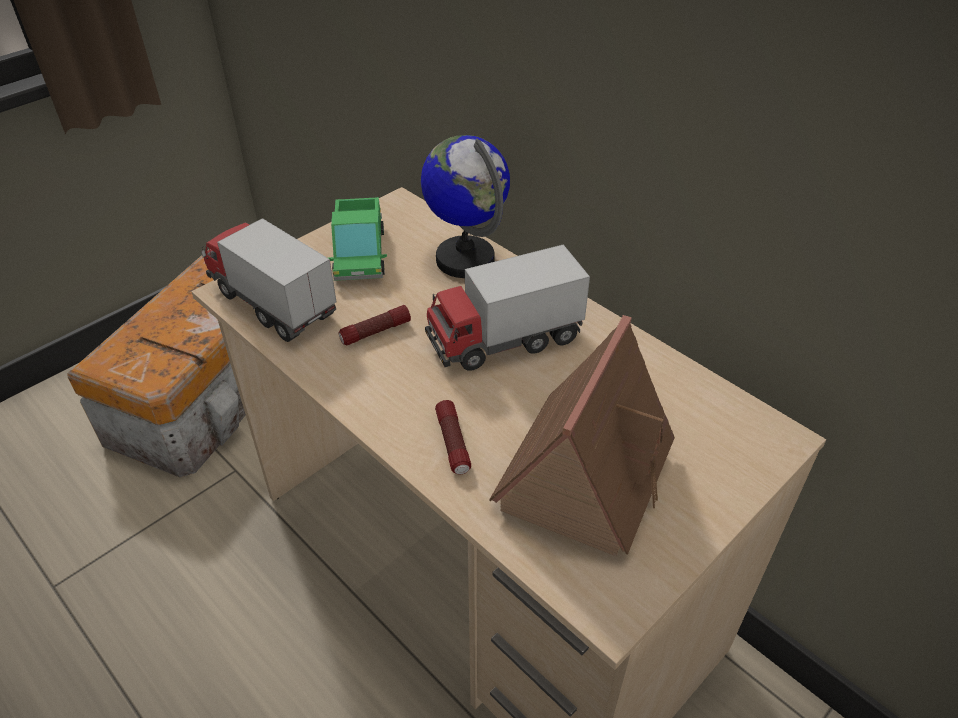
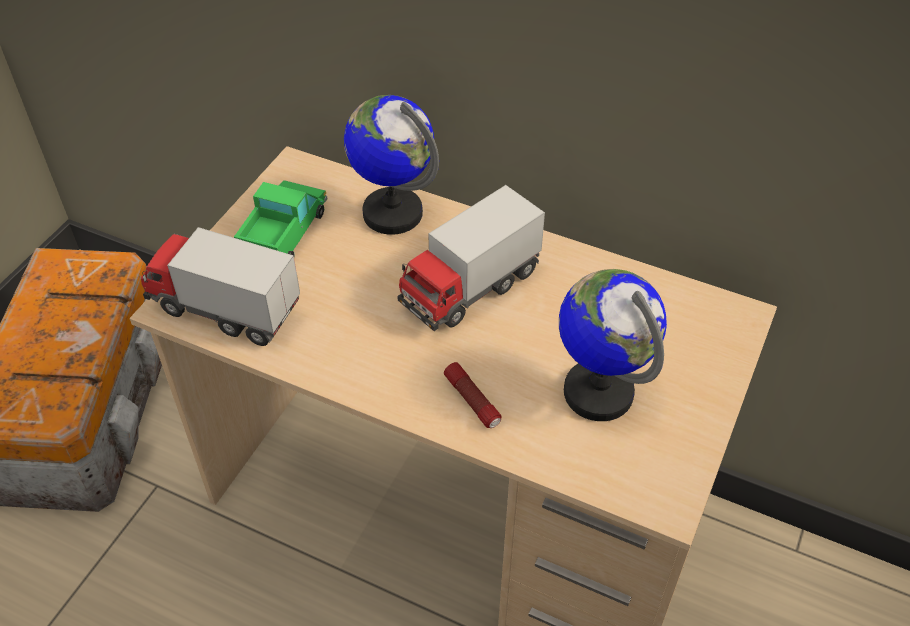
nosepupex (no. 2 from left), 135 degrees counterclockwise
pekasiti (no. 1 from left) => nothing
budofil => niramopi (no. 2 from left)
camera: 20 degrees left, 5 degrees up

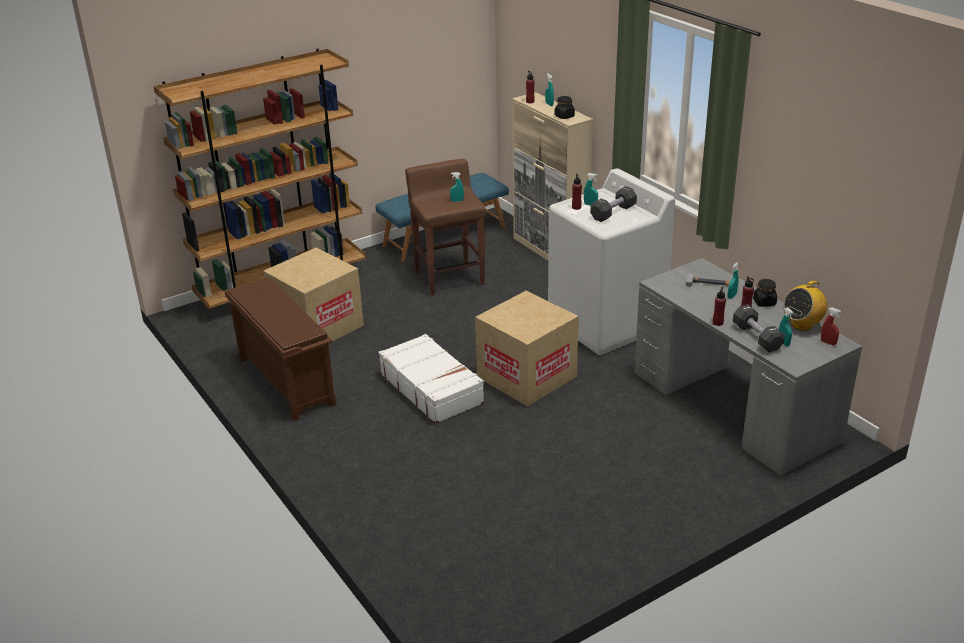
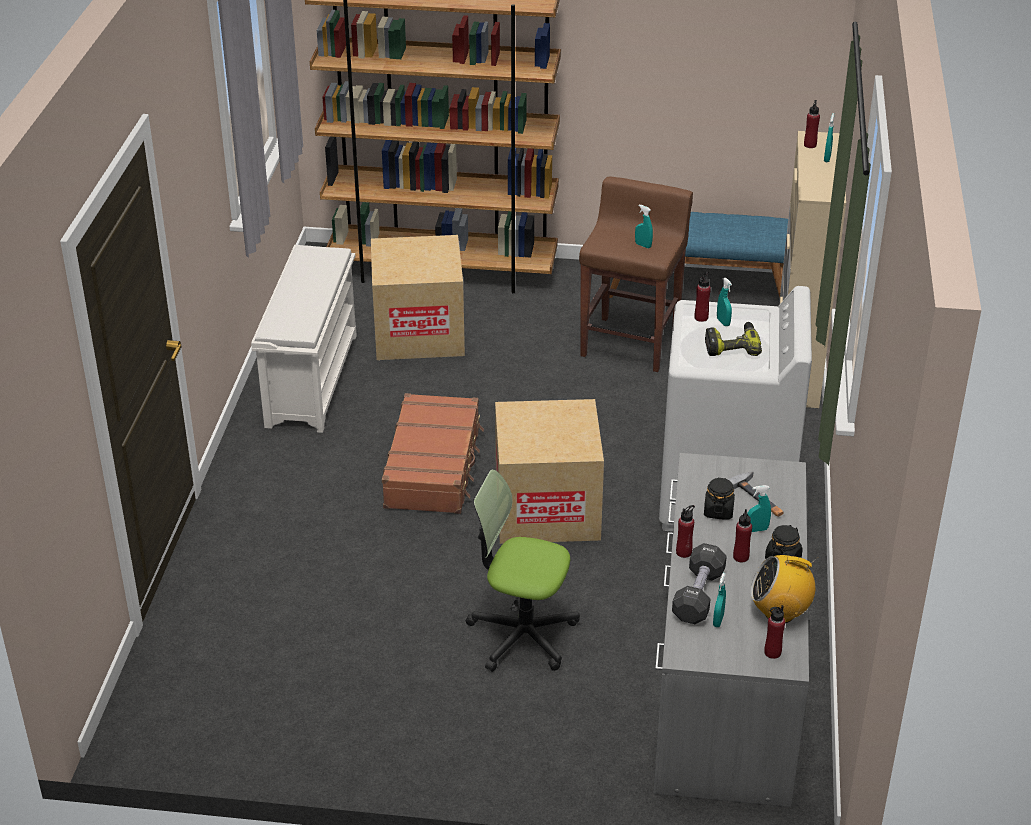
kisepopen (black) (no. 1 from left), relocated
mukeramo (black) (no. 1 from left) => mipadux
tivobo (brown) => tivobo (white)
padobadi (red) => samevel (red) (no. 4 from left)
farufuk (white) => farufuk (brown)
nothing => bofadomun
camera: 40 degrees right, 5 degrees up

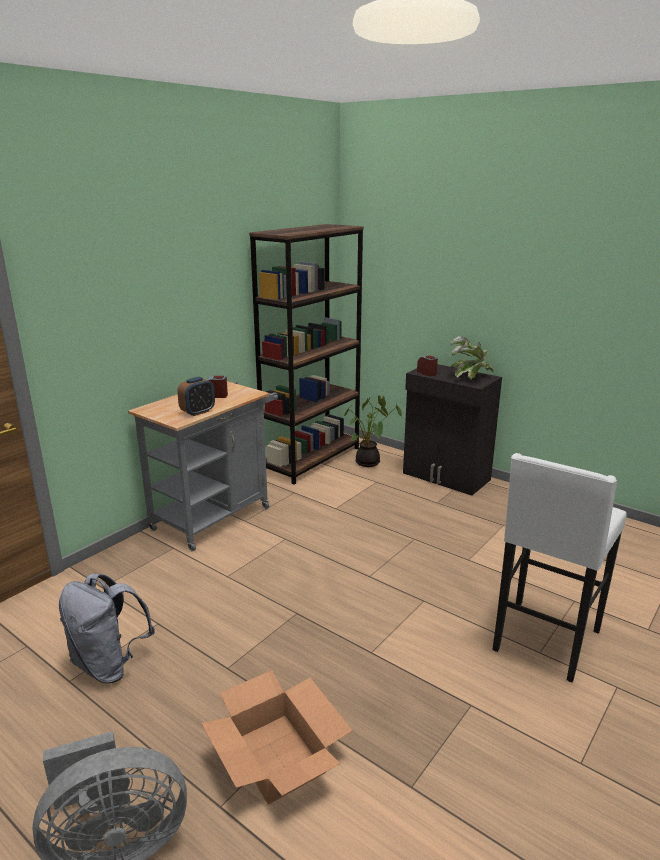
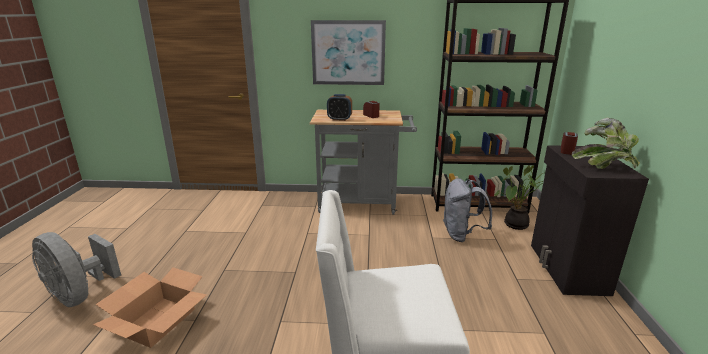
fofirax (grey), relocated
nothing => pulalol
camera: 55 degrees right, 0 degrees up

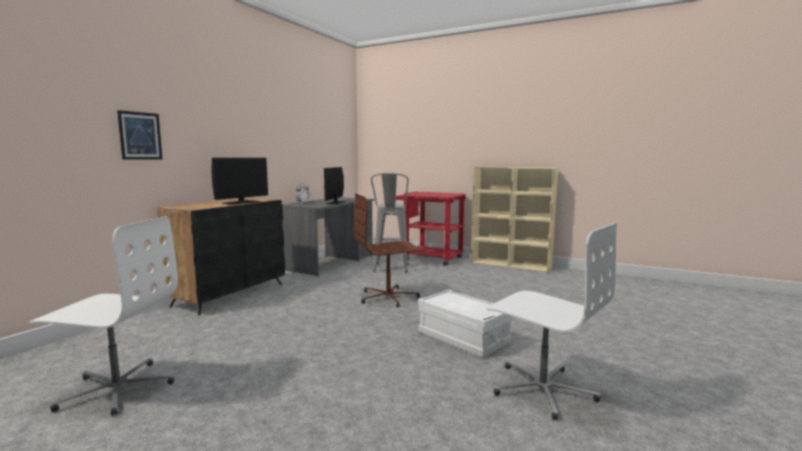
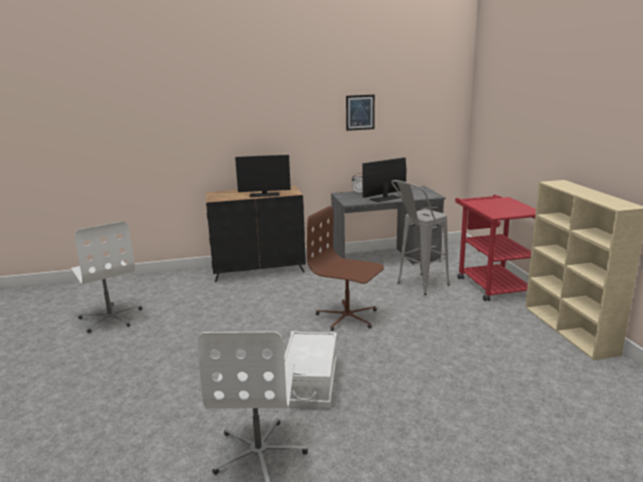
pulalol, relocated
camera: 50 degrees right, 10 degrees up

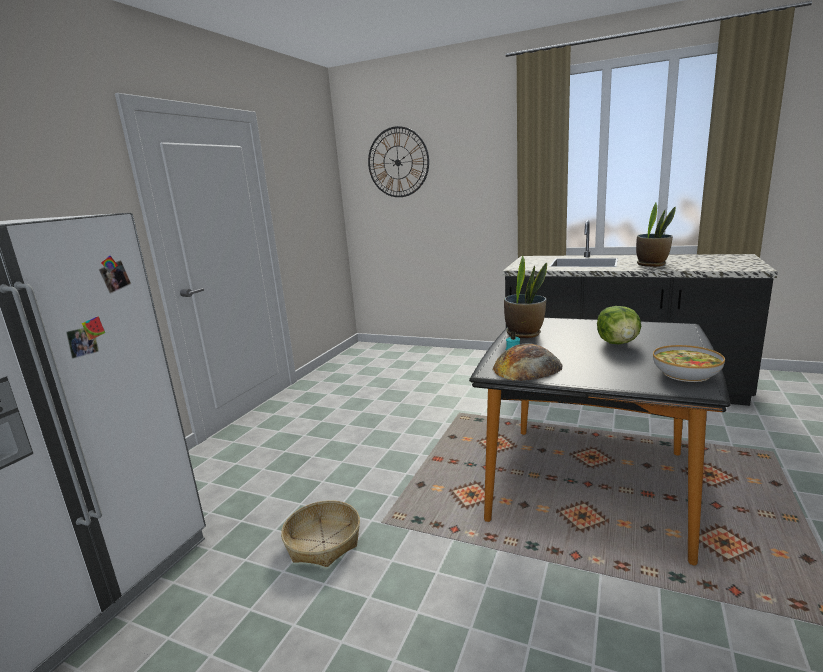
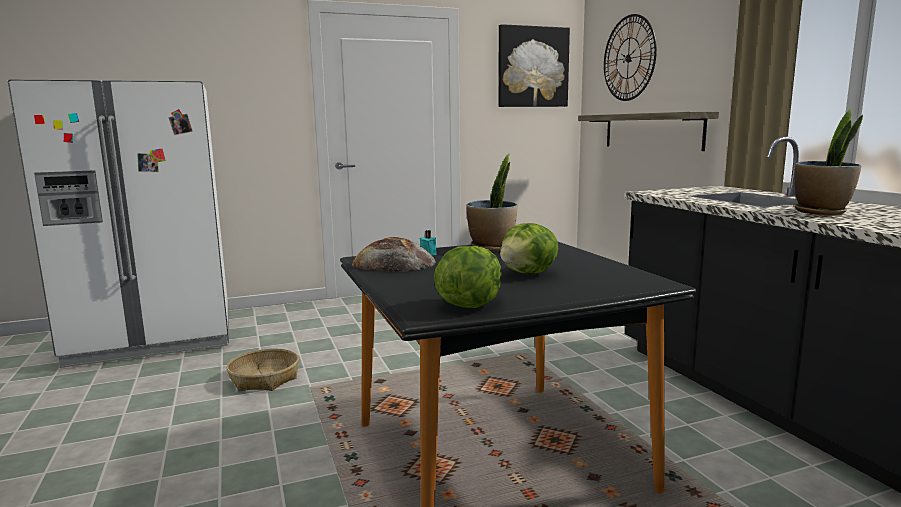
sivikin => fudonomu (no. 1 from left)
nothing => pulalol
nothing => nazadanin
camera: 45 degrees right, 5 degrees down

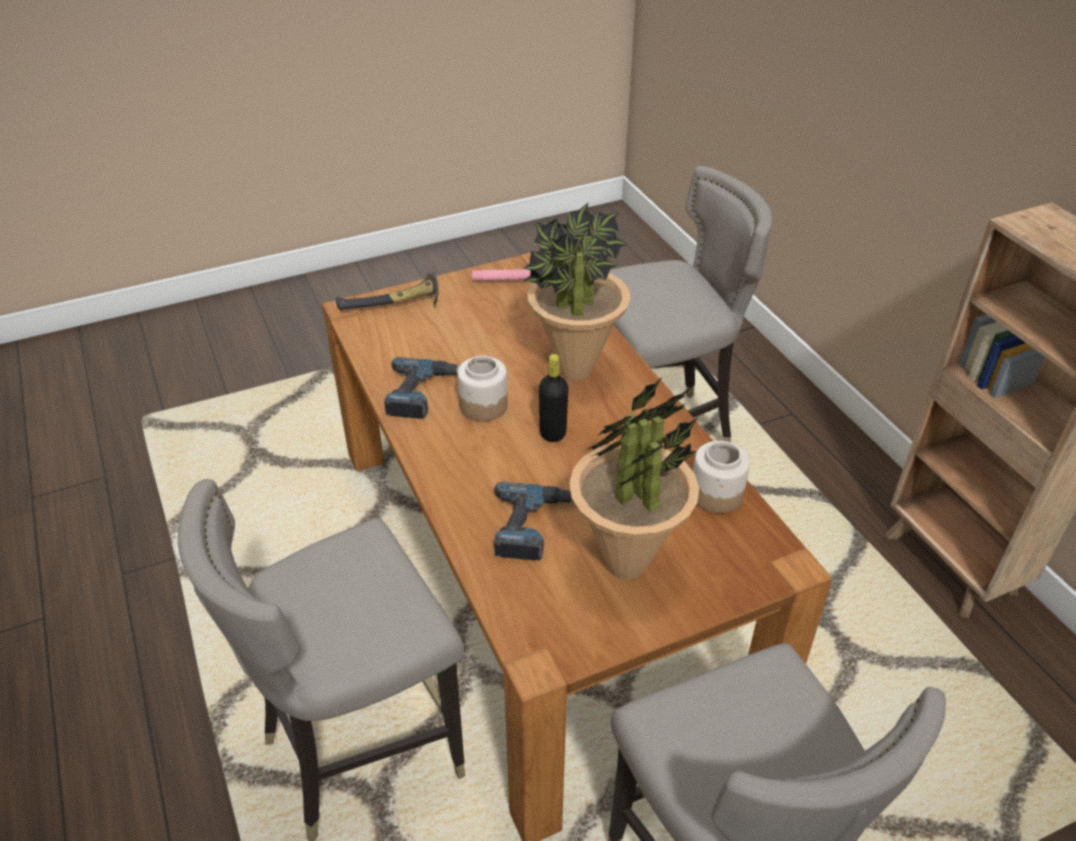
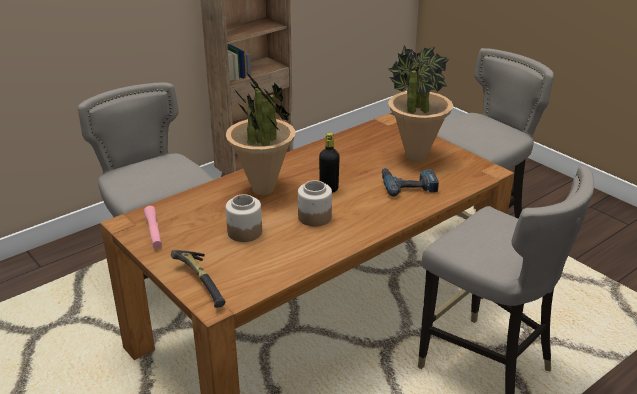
mipadux (no. 1 from left) => nothing
kisepopen (no. 2 from left in the first image) => kisepopen (no. 1 from left), relocated
camera: 105 degrees left, 10 degrees down

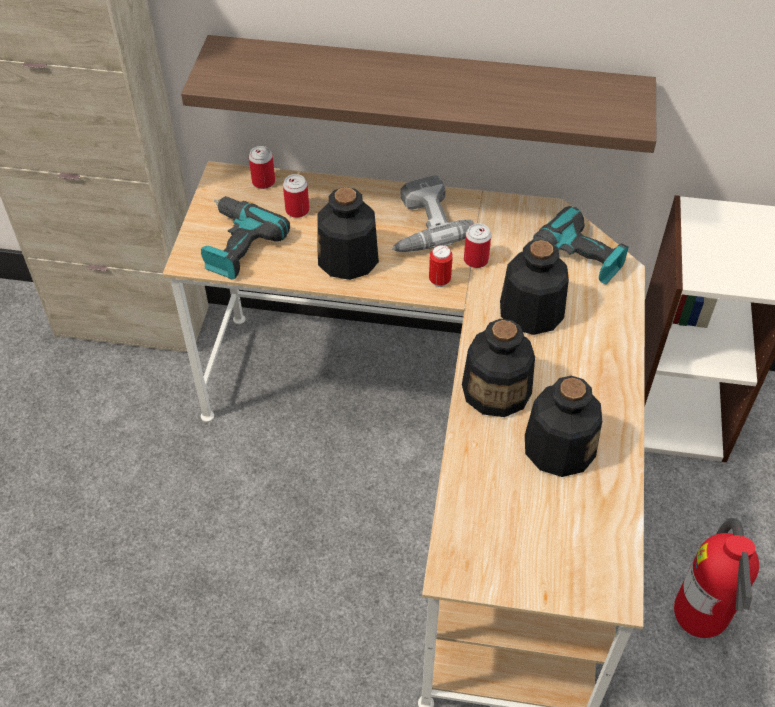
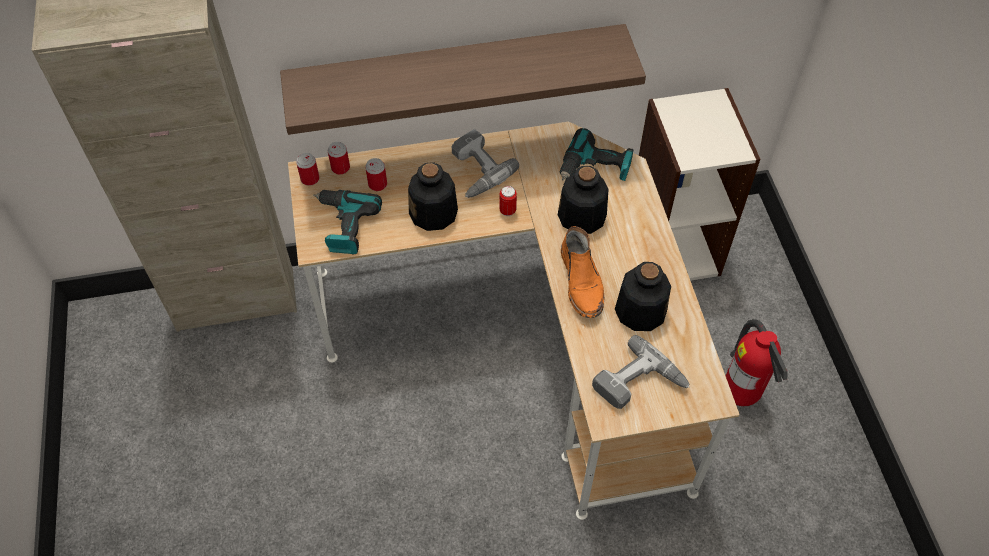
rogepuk (no. 4 from left in the first image) => rogepuk (no. 1 from left), relocated
samevel (no. 2 from left) => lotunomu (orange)
nothing => mipadux (no. 4 from left)
camera: 20 degrees left, 5 degrees up

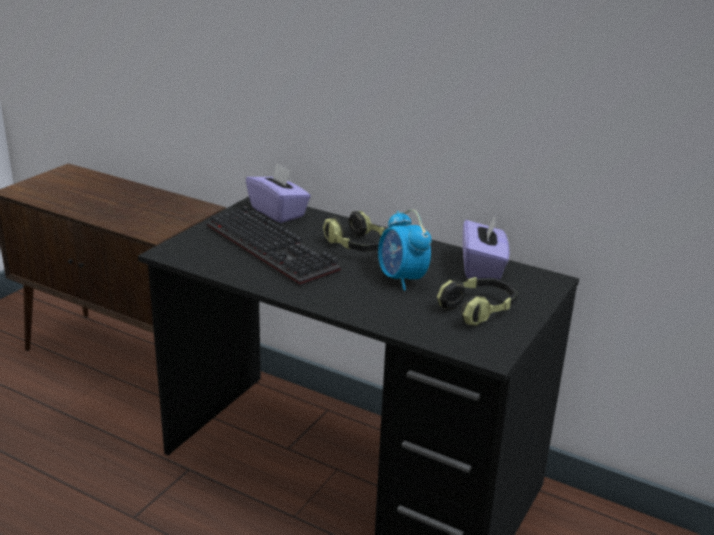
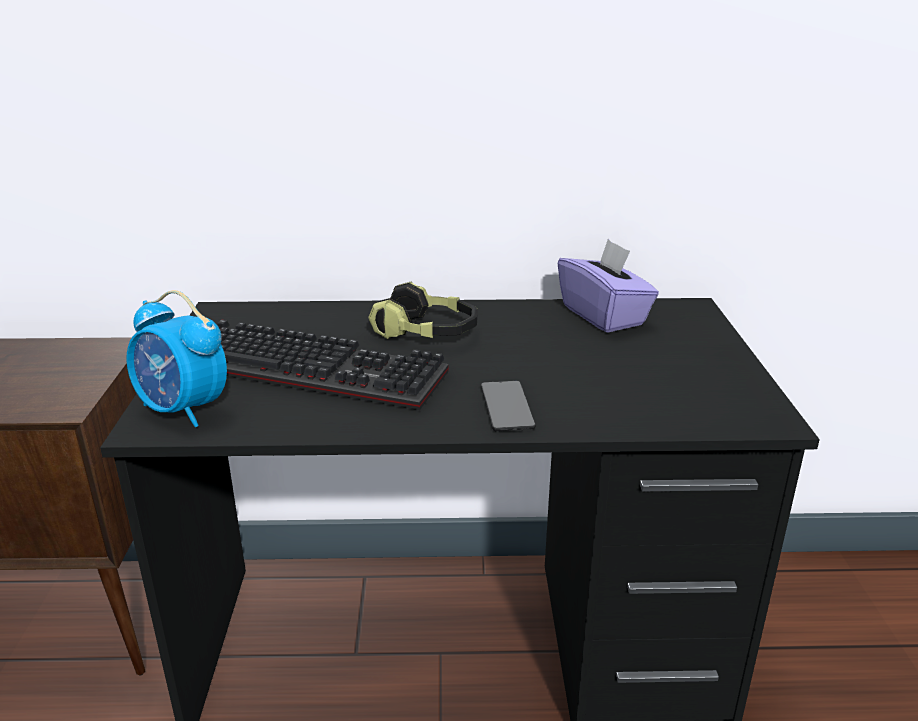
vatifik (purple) (no. 1 from left) => nothing
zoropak, relocated
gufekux (no. 2 from left) => nothing
nothing => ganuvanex
camera: 30 degrees left, 0 degrees up

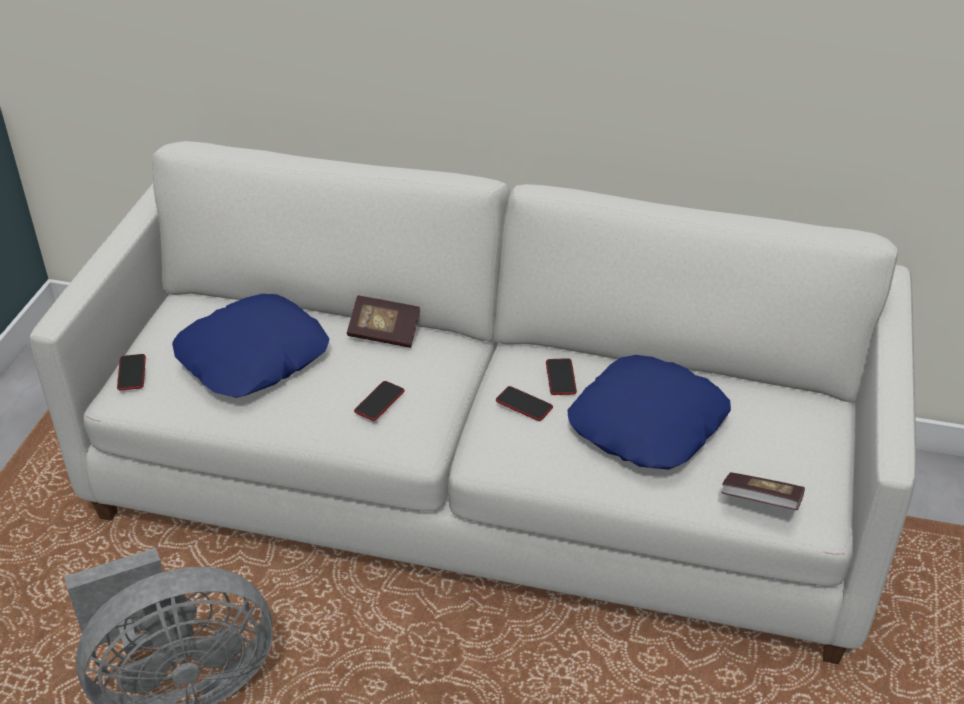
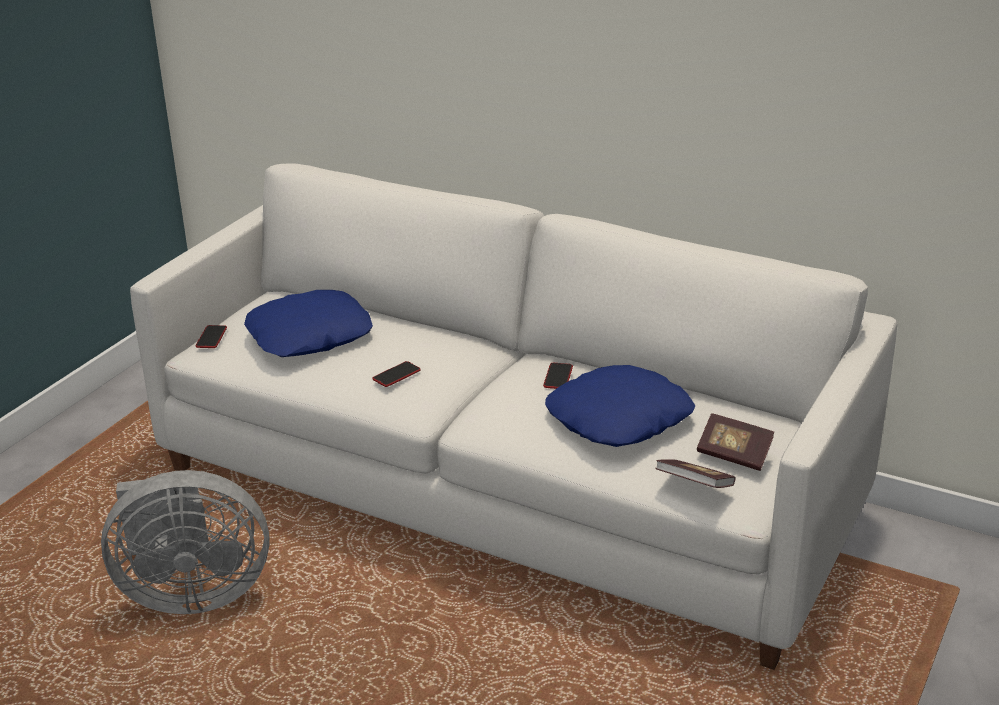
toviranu (no. 1 from left in the first image) => toviranu (no. 2 from left), relocated
ganuvanex (no. 3 from left) => nothing
camera: 15 degrees right, 10 degrees down

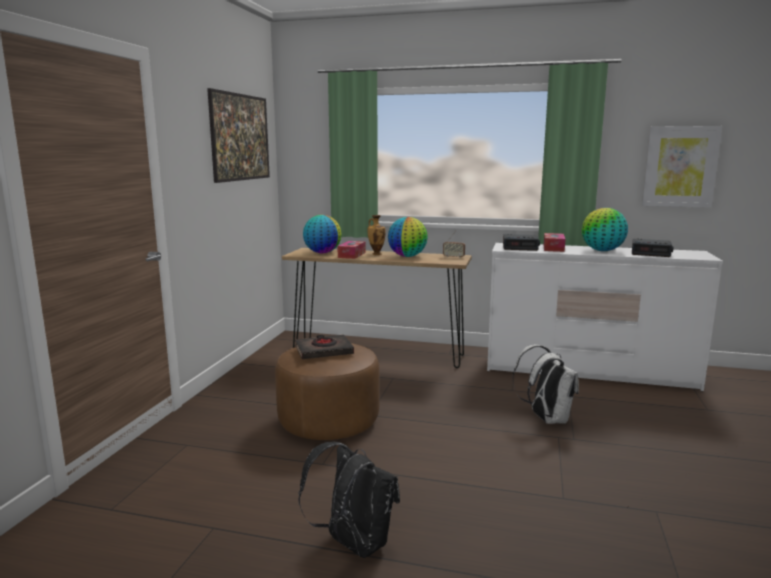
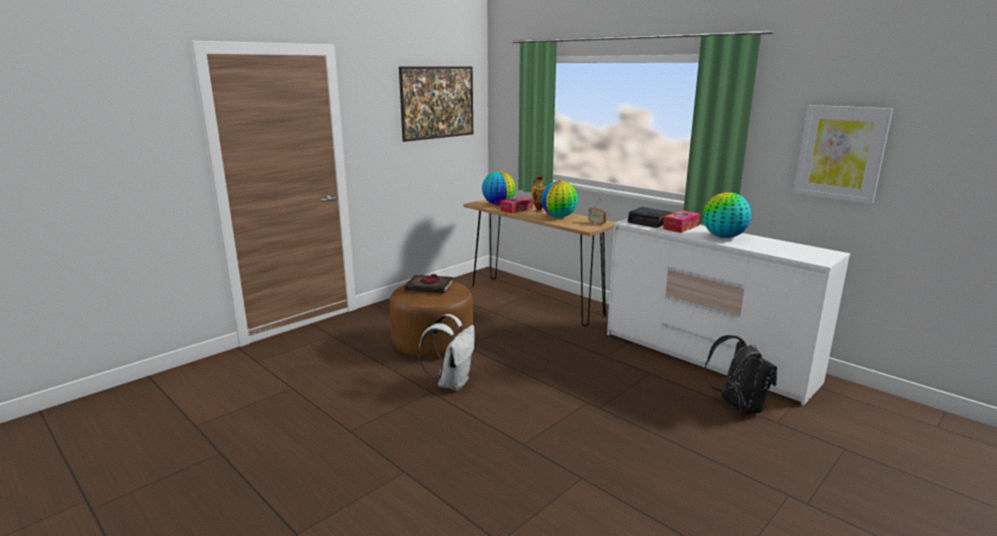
zoropak (no. 2 from left) => nothing
fofirax (white), relocated
fofirax (black), relocated
camera: 30 degrees right, 5 degrees up

